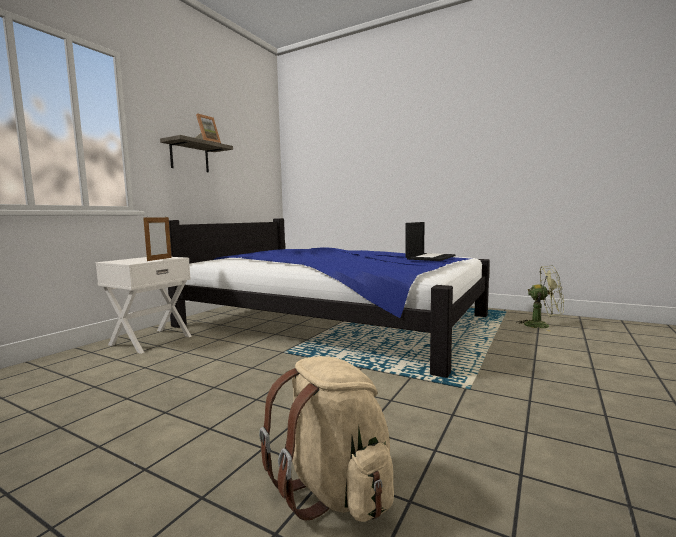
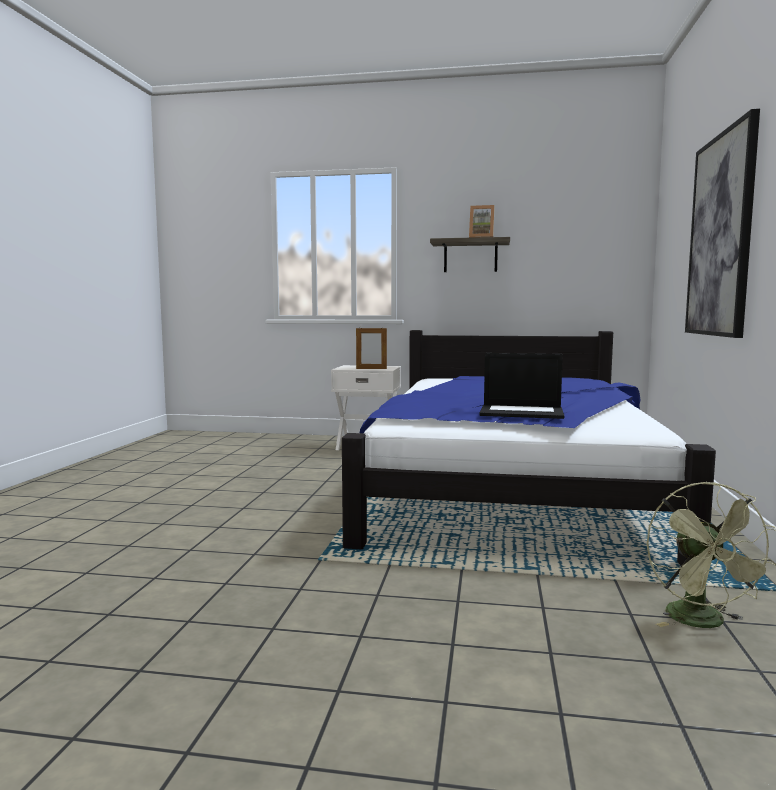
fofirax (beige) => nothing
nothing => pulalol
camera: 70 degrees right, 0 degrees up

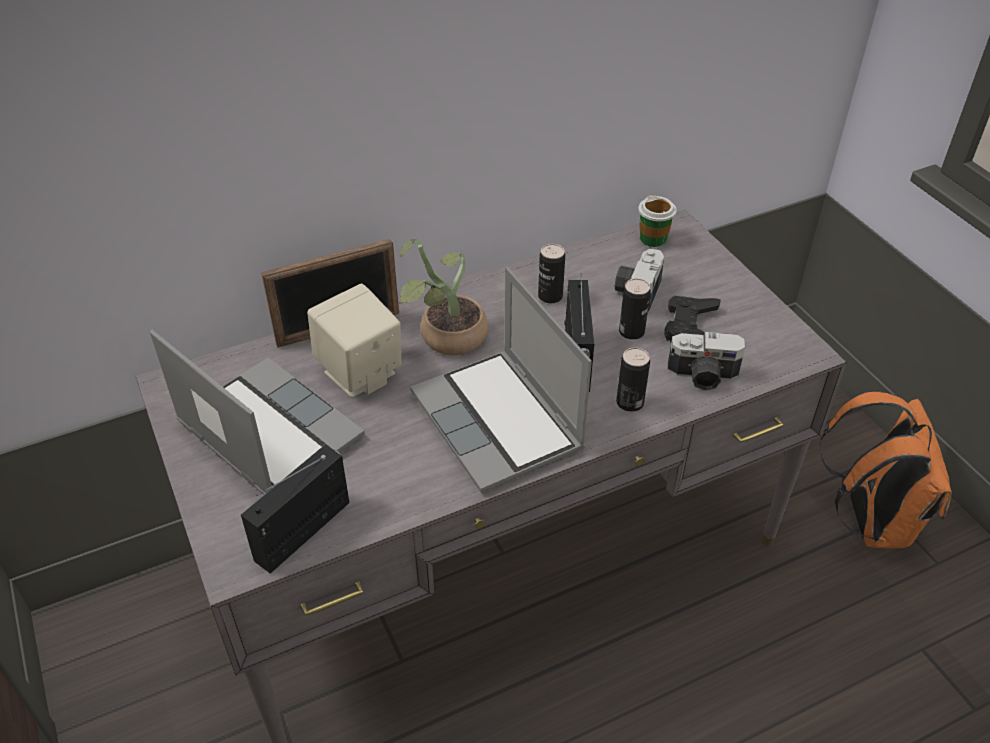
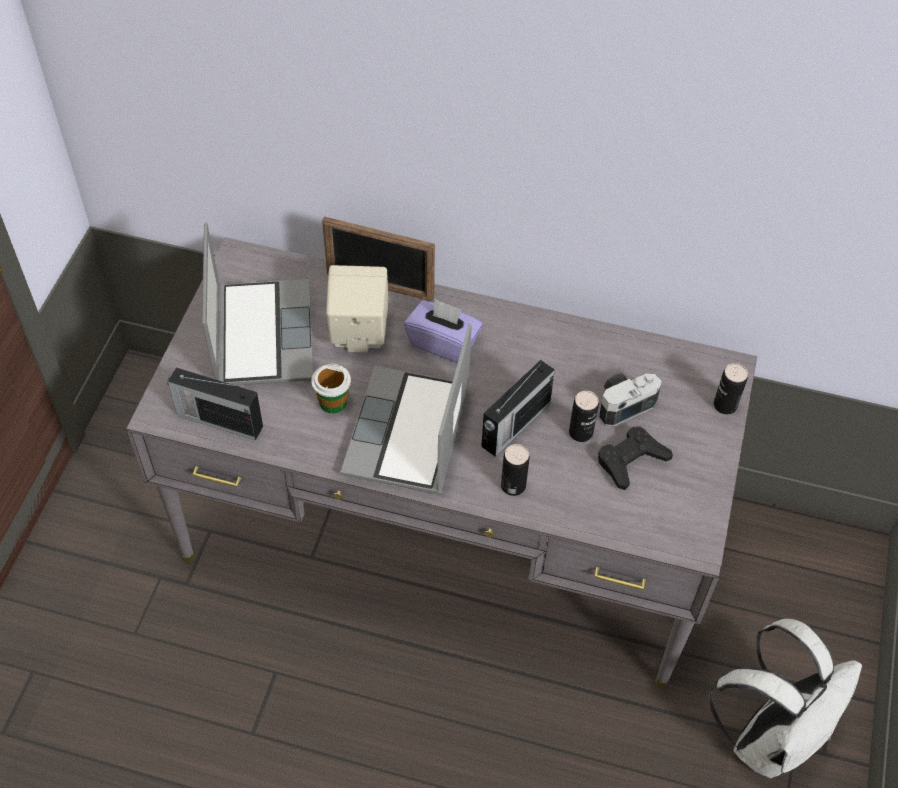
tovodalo, relocated
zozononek => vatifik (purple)
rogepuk (no. 1 from left in the first image) => rogepuk (no. 3 from left), relocated
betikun (no. 2 from left) => nothing
fofirax (orange) => fofirax (white)
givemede (no. 1 from left), 150 degrees counterclockwise
camera: 40 degrees right, 10 degrees up

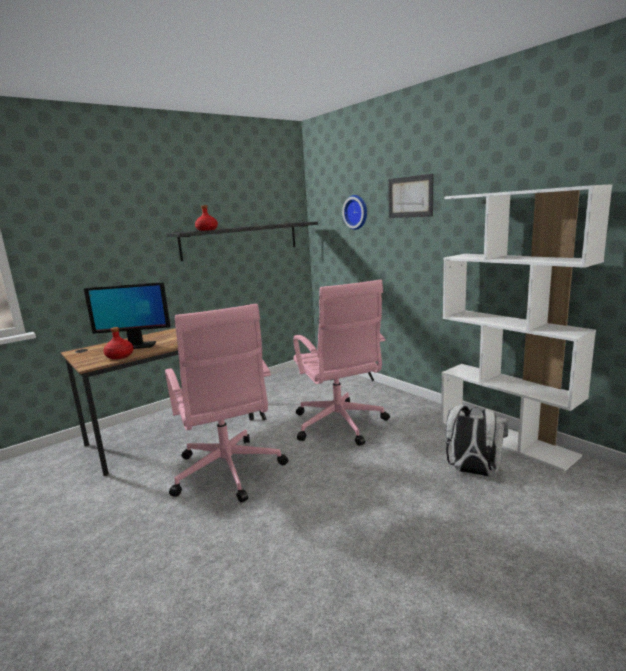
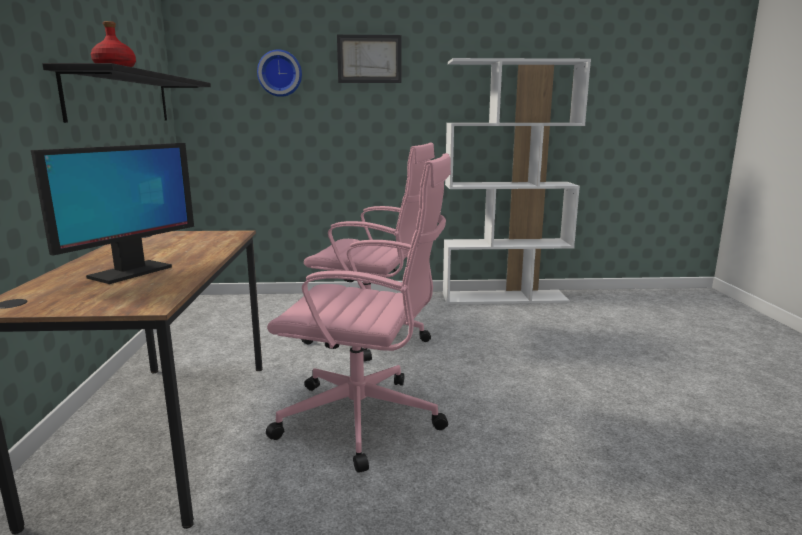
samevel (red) (no. 1 from left) => nothing
fofirax (white) => nothing
camera: 55 degrees left, 0 degrees up

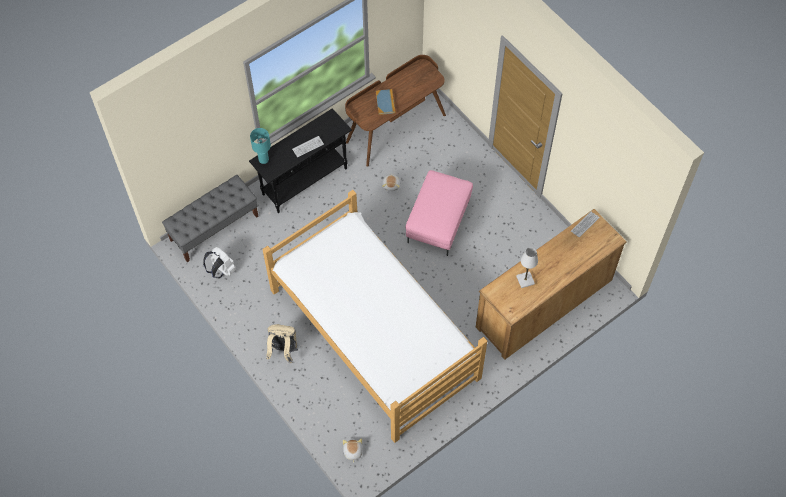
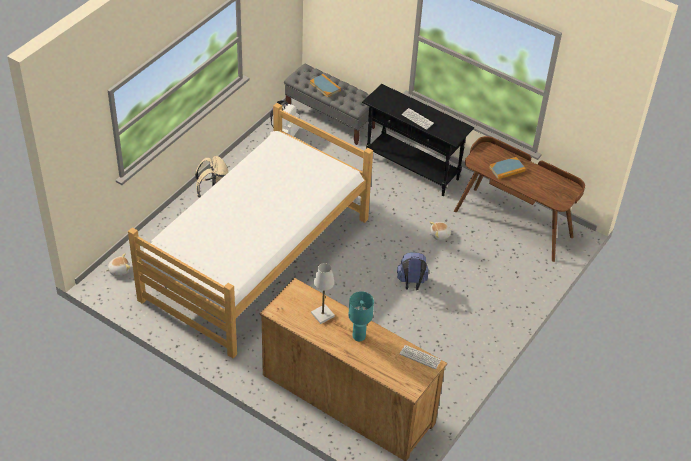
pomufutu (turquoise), relocated
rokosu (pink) => fofirax (blue)
nothing => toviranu (no. 1 from left)
camera: 70 degrees right, 15 degrees down

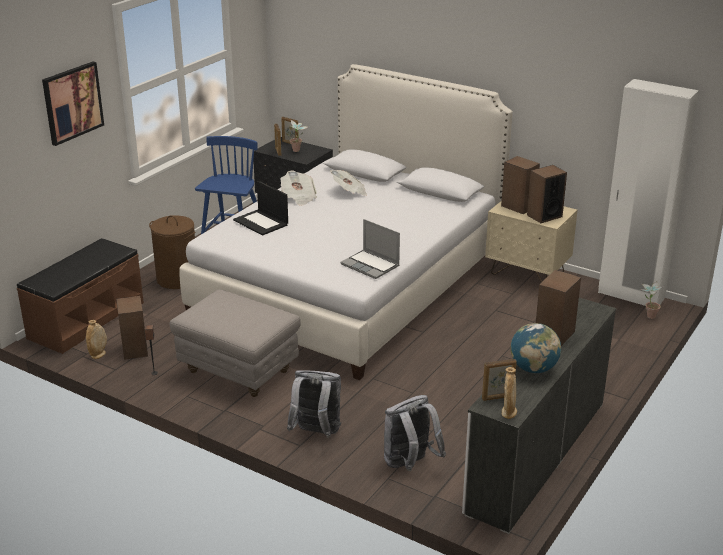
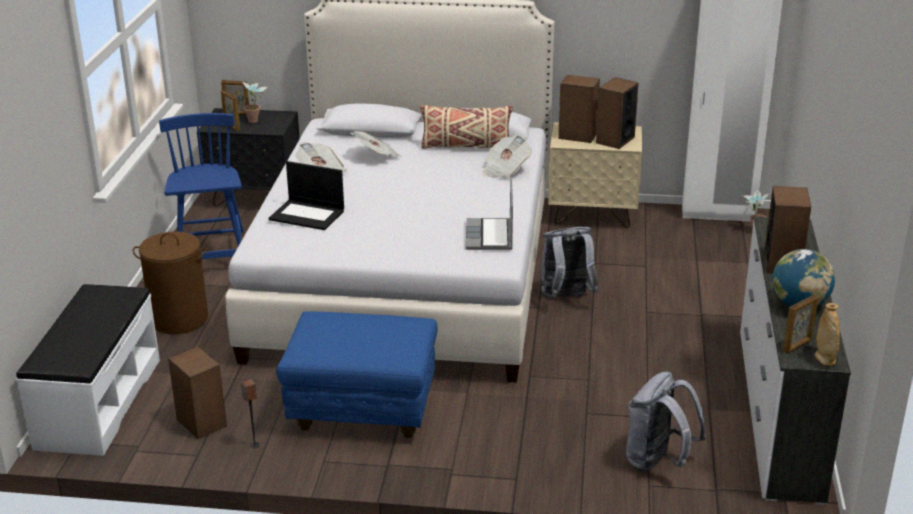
pulalol => nothing
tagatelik (no. 2 from left), 75 degrees clockwise
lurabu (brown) => lurabu (white)
rokosu (grey) => rokosu (blue)
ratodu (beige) (no. 1 from left) => nothing
fofirax (grey) (no. 1 from left), relocated
nothing => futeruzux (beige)
nothing => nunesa (no. 3 from left)
camera: 25 degrees left, 0 degrees up

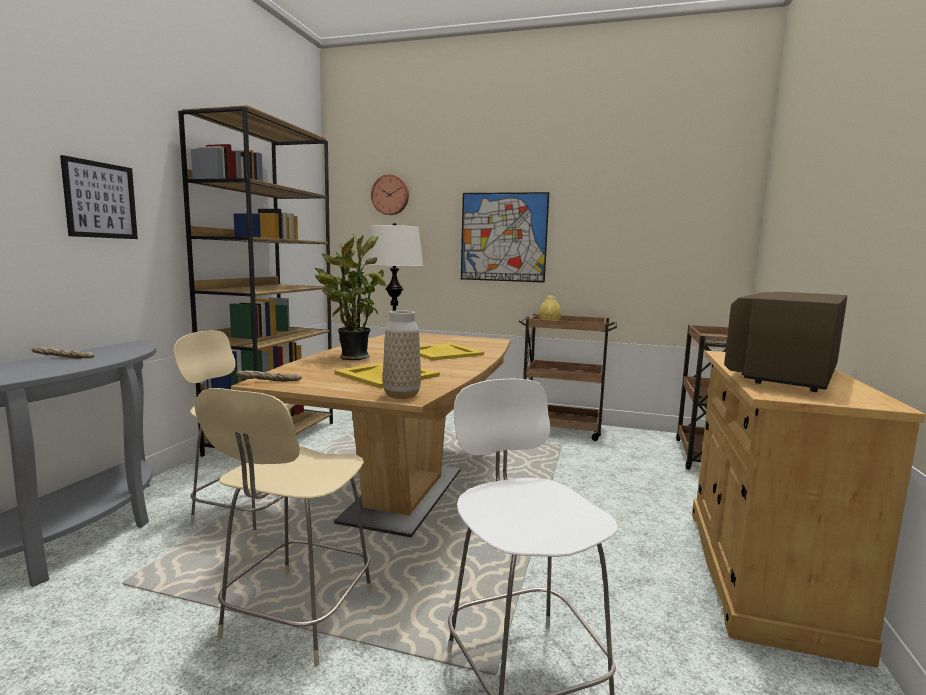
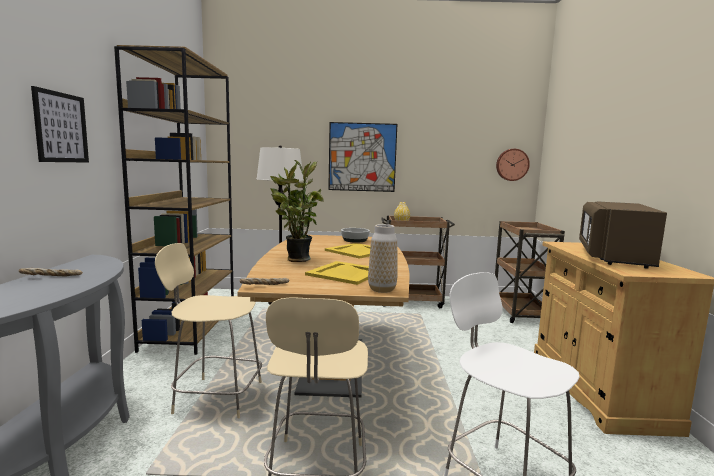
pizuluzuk, relocated
nothing => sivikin
camera: 15 degrees left, 0 degrees up

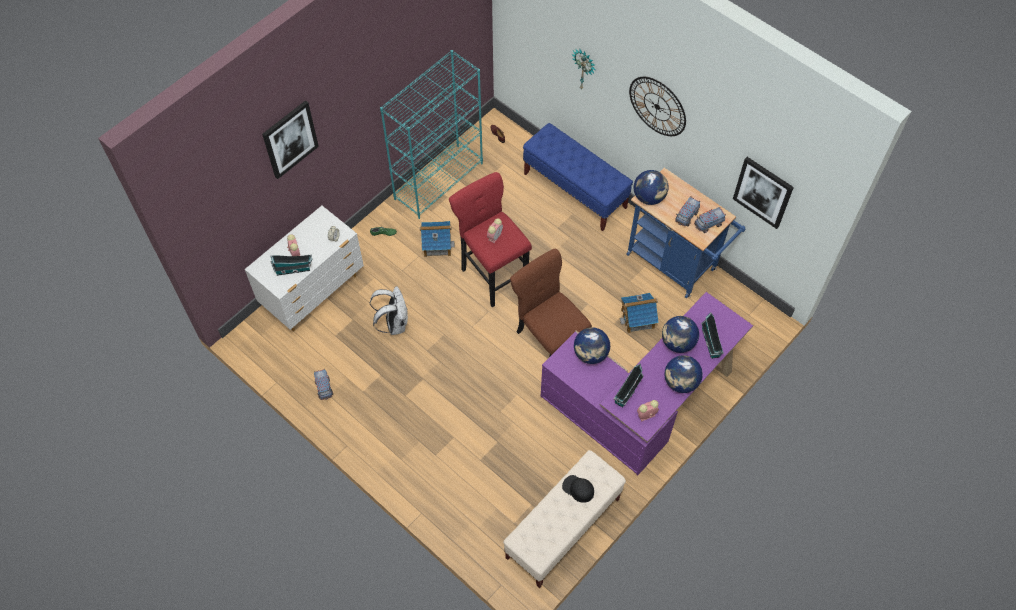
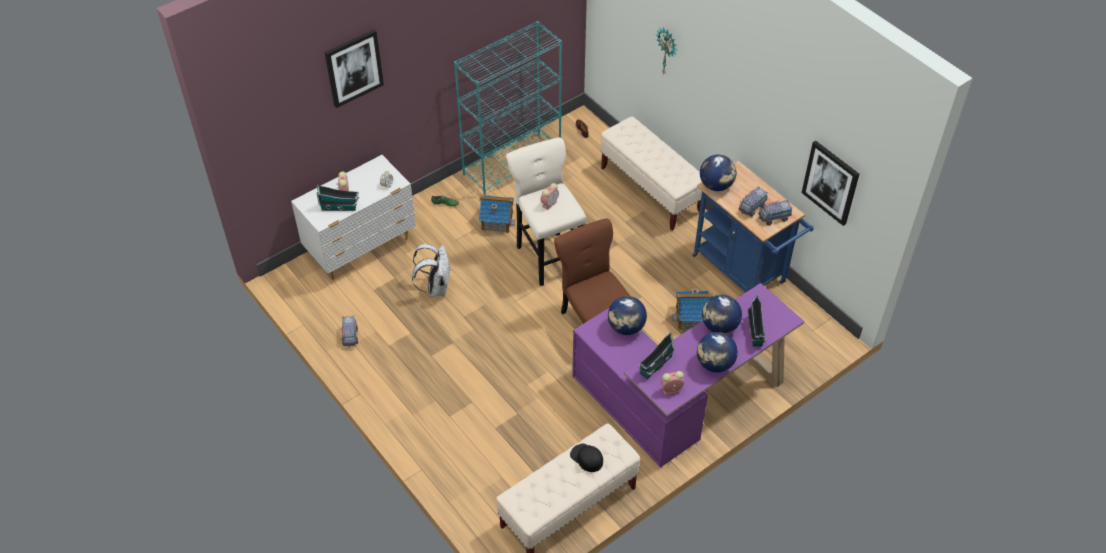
pizuluzuk (no. 2 from left) => nothing
lurabu (blue) => lurabu (beige) (no. 2 from left)
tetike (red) => tetike (beige)
camera: 10 degrees right, 10 degrees down

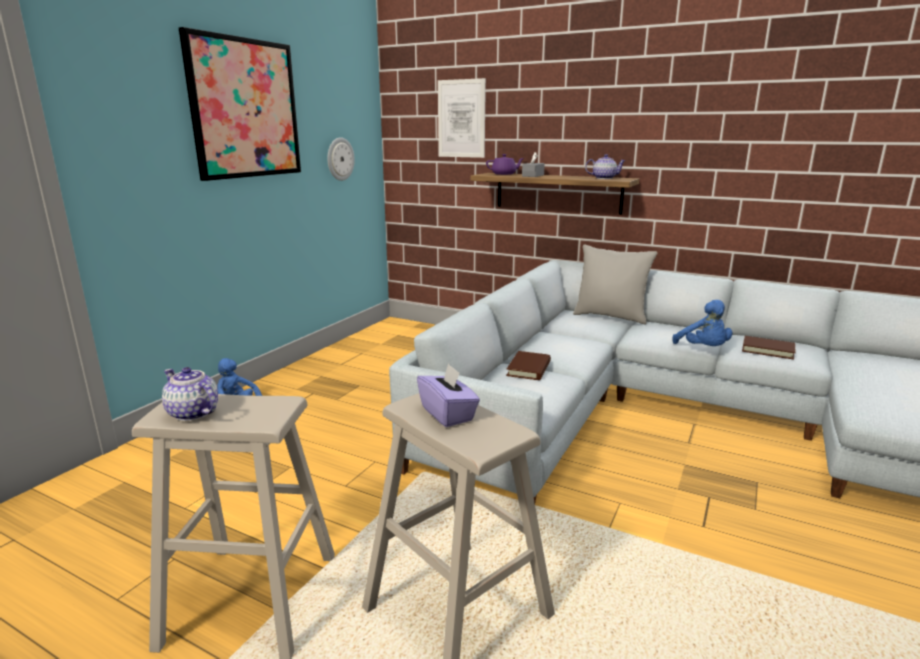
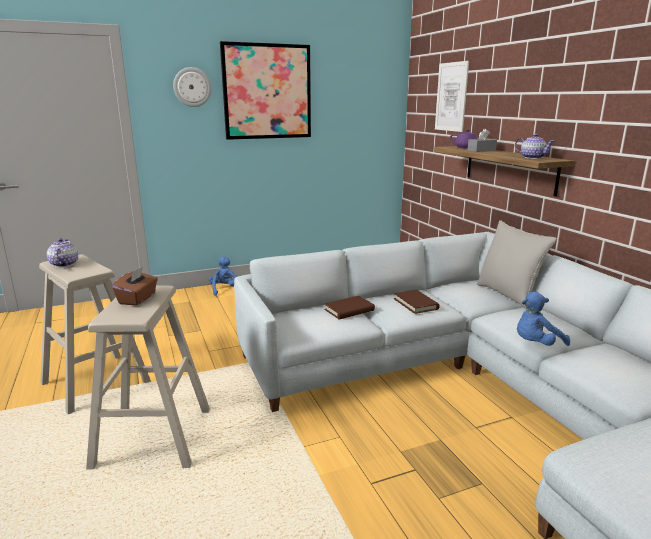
pizuluzuk, relocated
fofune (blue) (no. 2 from left), 45 degrees clockwise
toviranu (brown) (no. 2 from left), relocated
vatifik (purple) => vatifik (brown)
camera: 40 degrees right, 0 degrees up

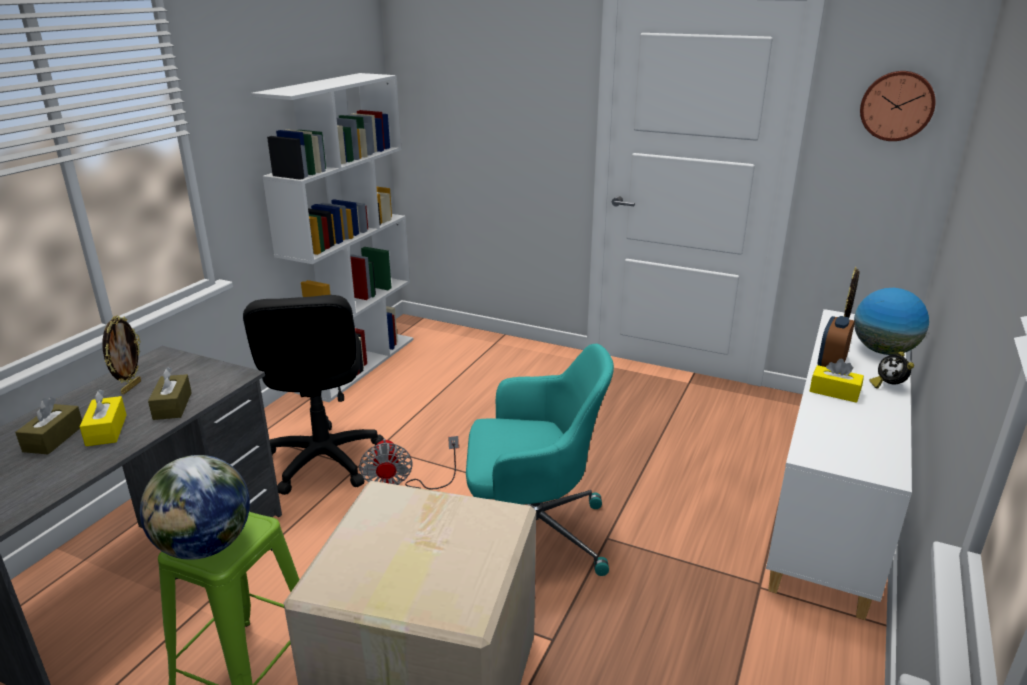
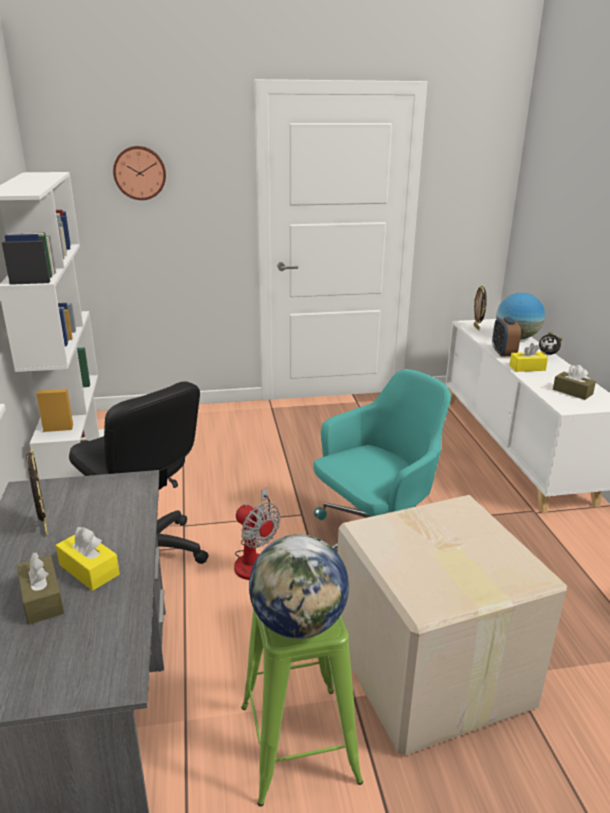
pizuluzuk, relocated
vatifik (brown) (no. 2 from left), relocated
camera: 35 degrees left, 0 degrees up

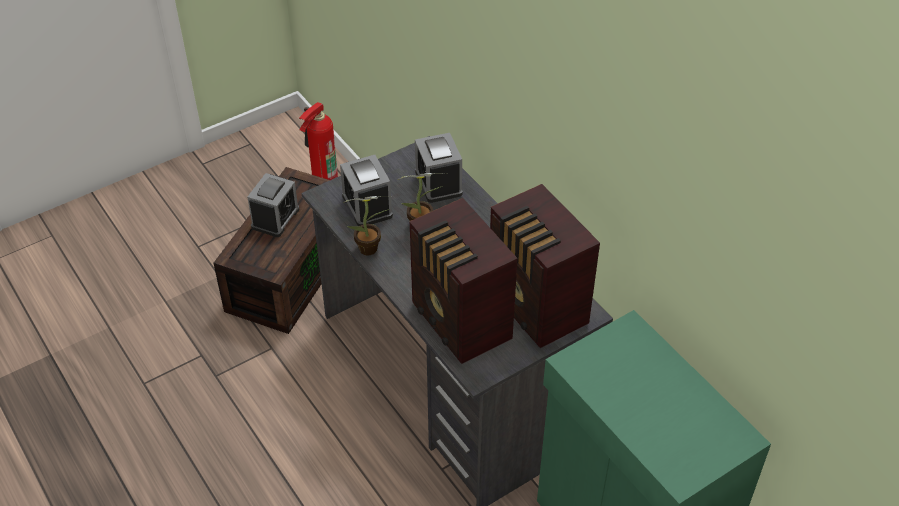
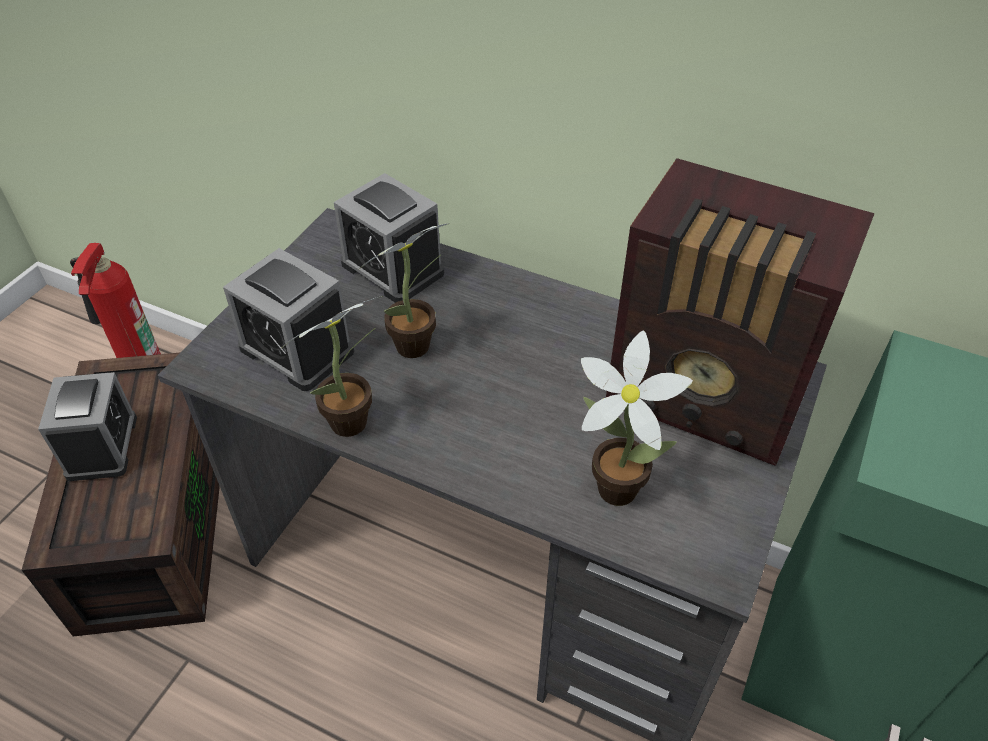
givemede (no. 1 from left) => zozononek (no. 3 from left)
camera: 30 degrees left, 0 degrees up

